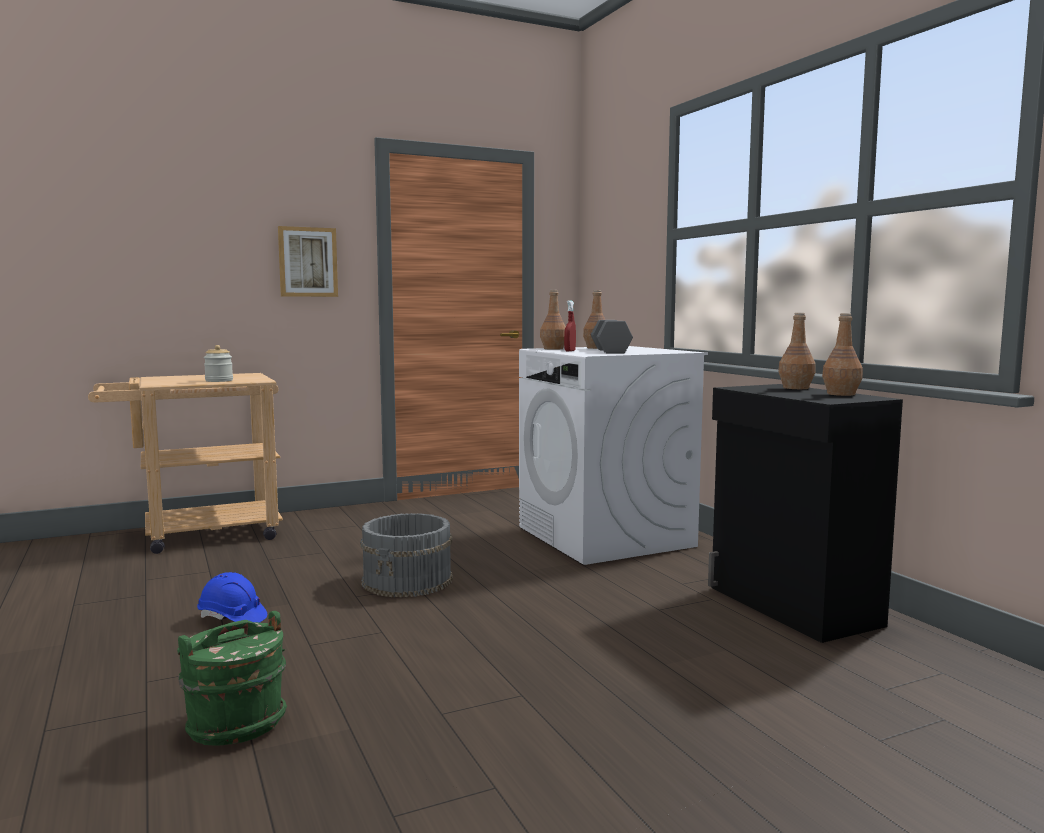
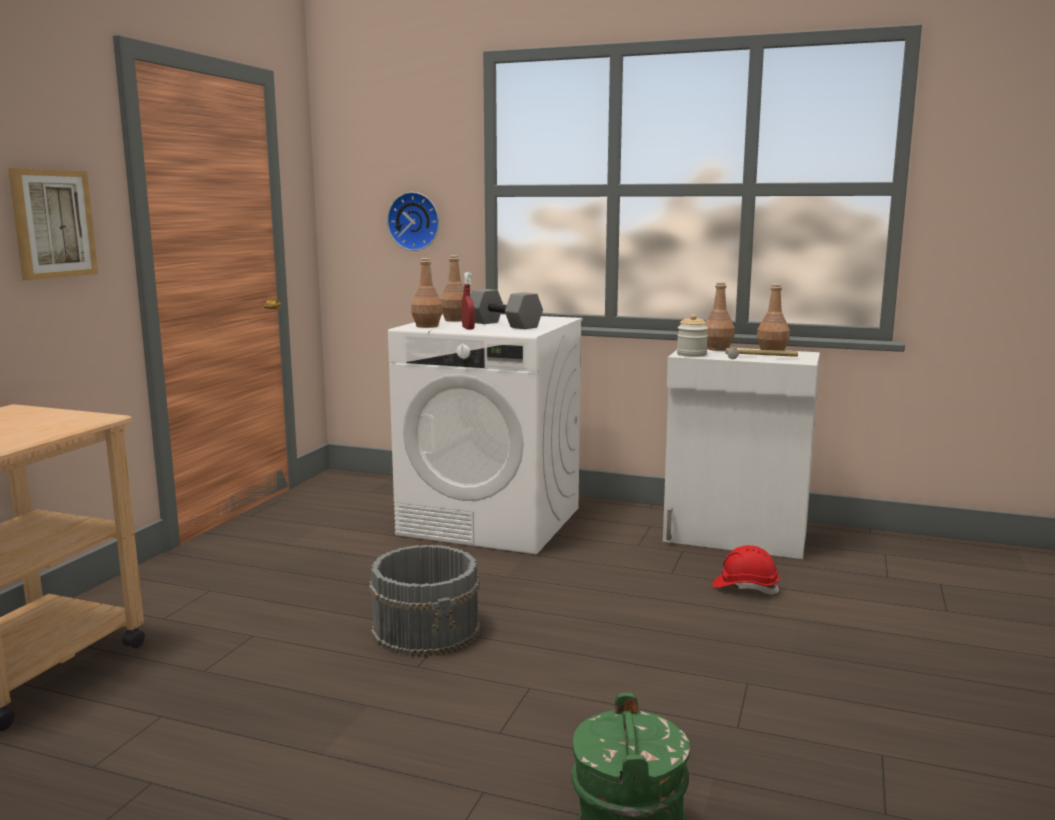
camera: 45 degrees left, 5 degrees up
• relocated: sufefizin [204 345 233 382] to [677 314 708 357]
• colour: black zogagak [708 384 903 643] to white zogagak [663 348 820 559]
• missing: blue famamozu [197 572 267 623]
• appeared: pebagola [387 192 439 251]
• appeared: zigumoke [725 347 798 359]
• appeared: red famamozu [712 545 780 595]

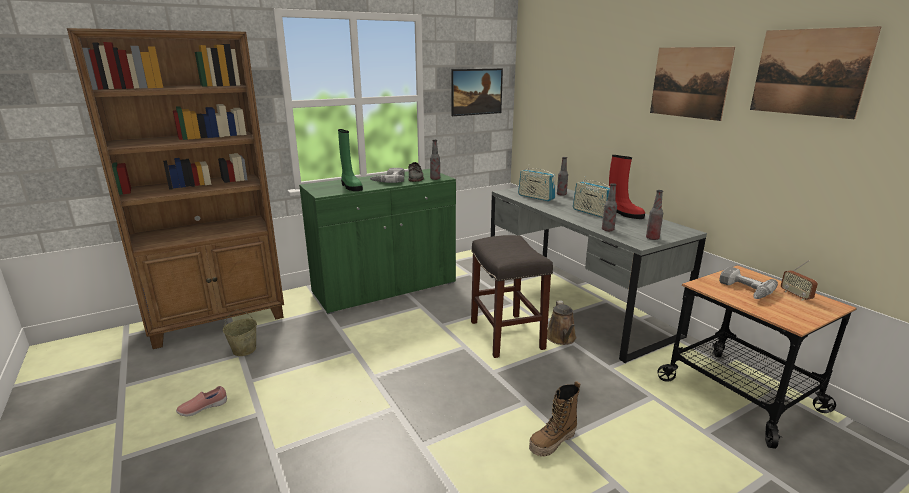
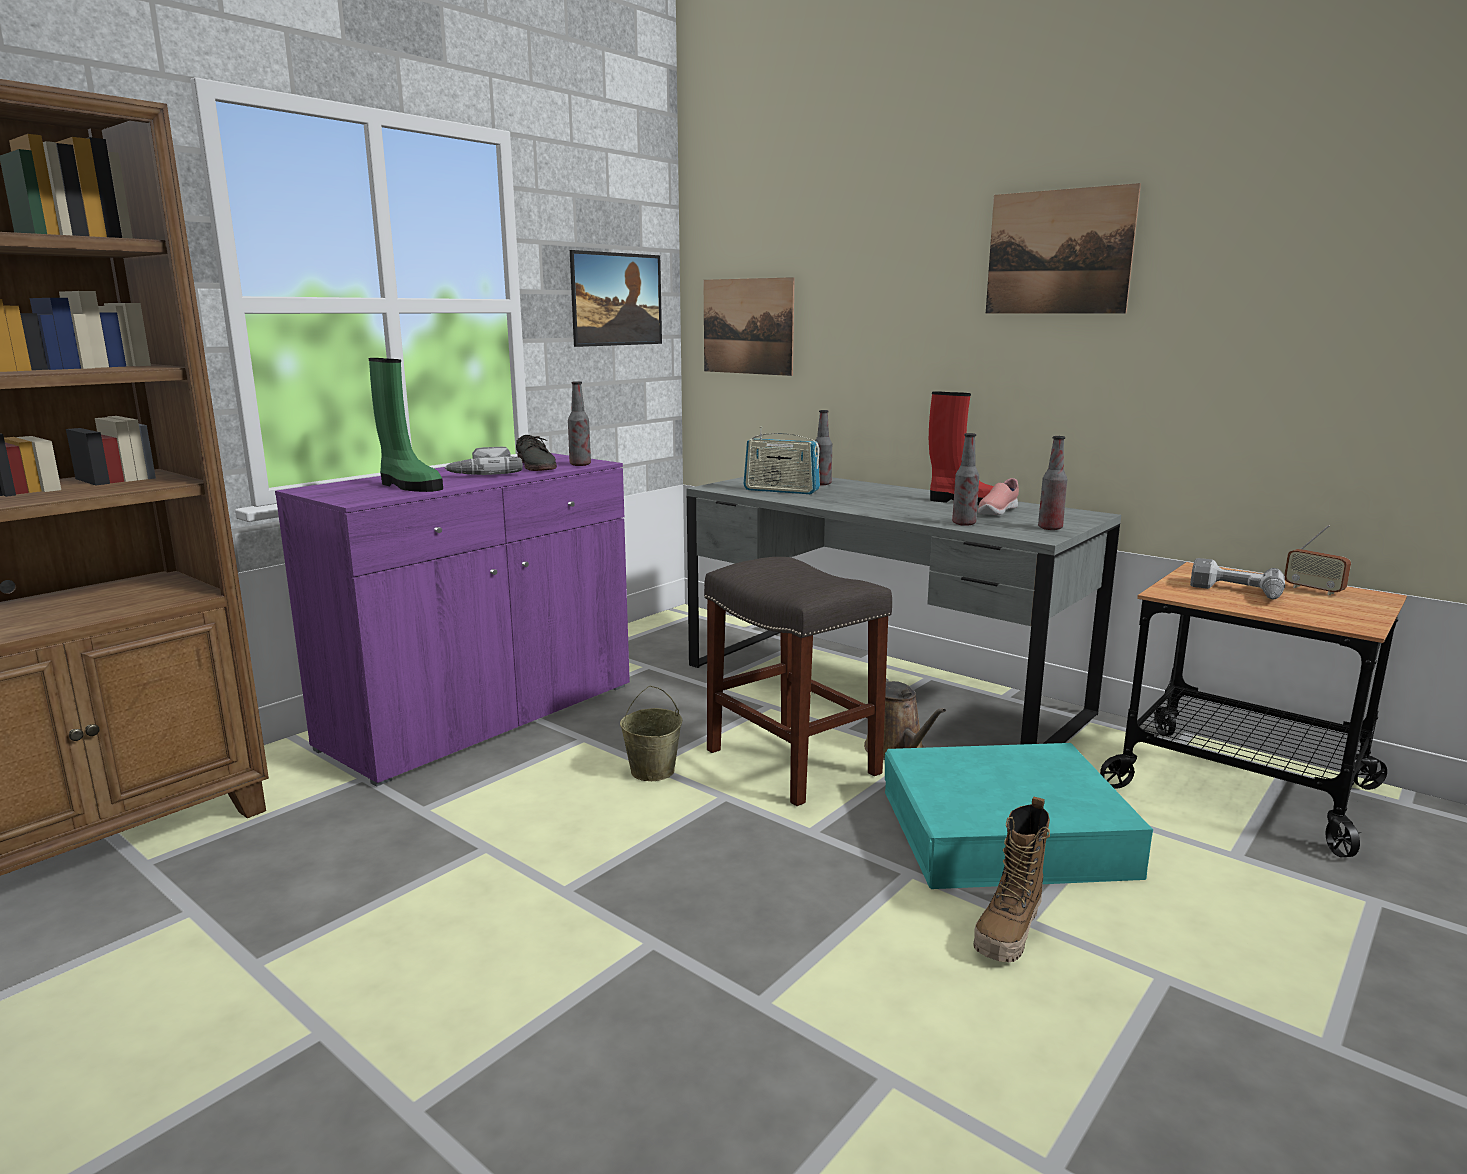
camera: 20 degrees left, 5 degrees down
• relocated: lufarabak [750 26 882 119] to [703 277 795 376]
• colour: green zogagak [299 169 456 314] to purple zogagak [275 453 630 787]
• missing: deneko [573 176 610 218]
• relocated: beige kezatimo [223 309 257 356] to [620 686 682 781]
• relocated: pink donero [176 386 227 416] to [978 478 1019 515]
• appeared: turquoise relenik [885 743 1153 889]

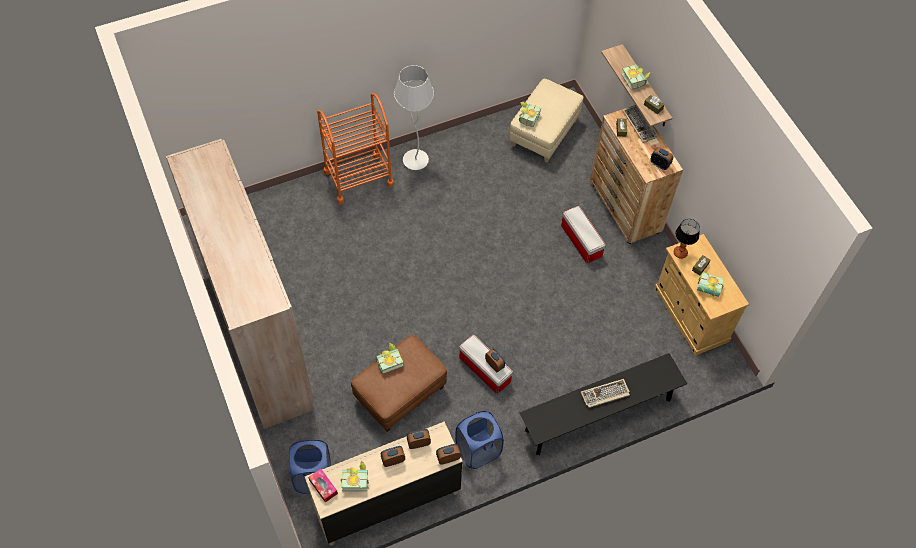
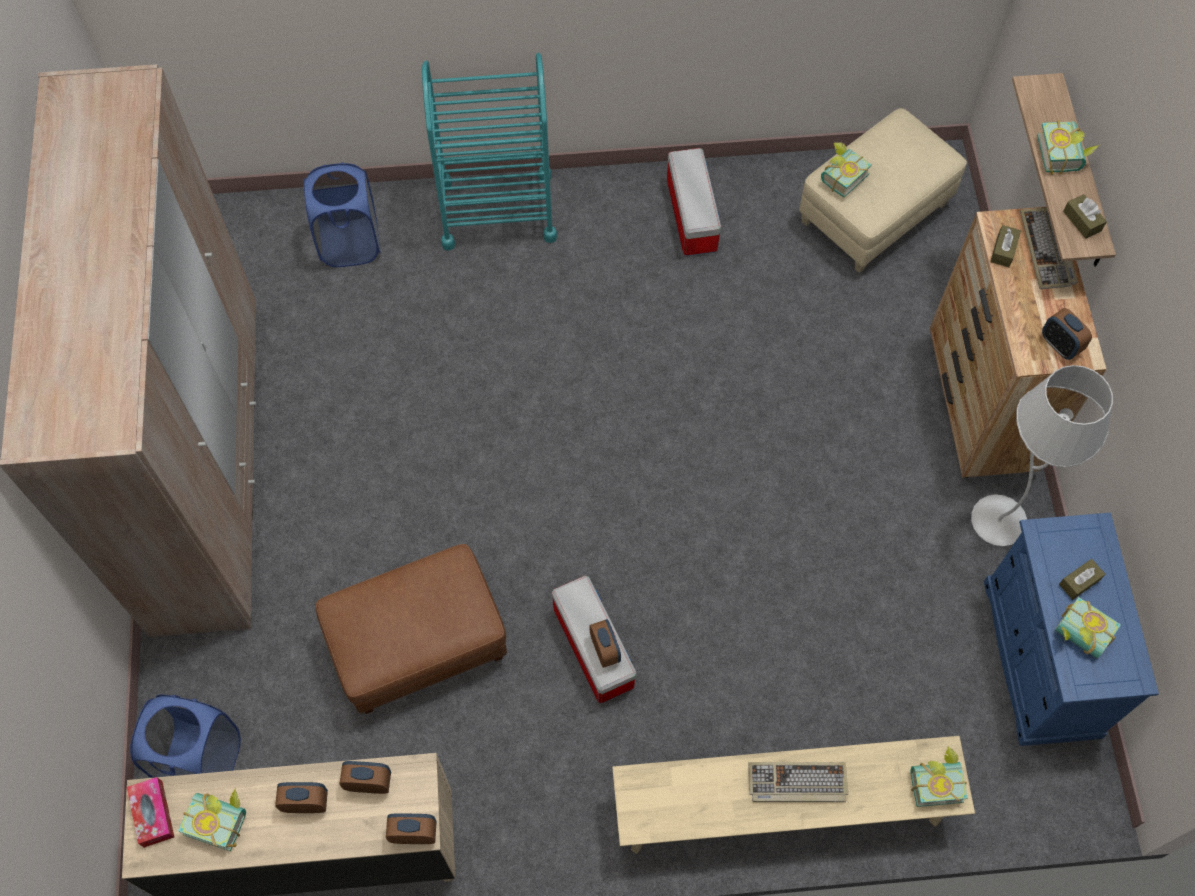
camera: 20 degrees right, 5 degrees up
• relocated: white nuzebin [394 65 434 170] to [971 365 1113 546]
• colour: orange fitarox [317 93 394 204] to turquoise fitarox [422 53 557 251]
• relocated: relenik [561 206 606 264] to [667 148 721 257]
• missing: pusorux [674 219 700 259]
• colour: beige zogagak [654 234 749 355] to blue zogagak [984 513 1159 746]
• relocated: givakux [376 343 404 374] to [910 746 968 807]
• colour: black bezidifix [520 353 687 455] to beige bezidifix [612 736 975 854]
• relocated: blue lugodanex [455 411 504 469] to [303 163 381 267]

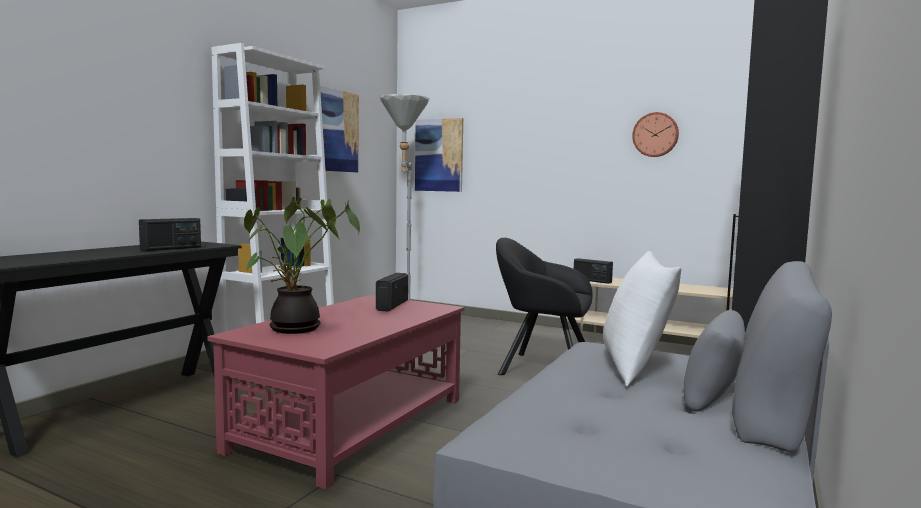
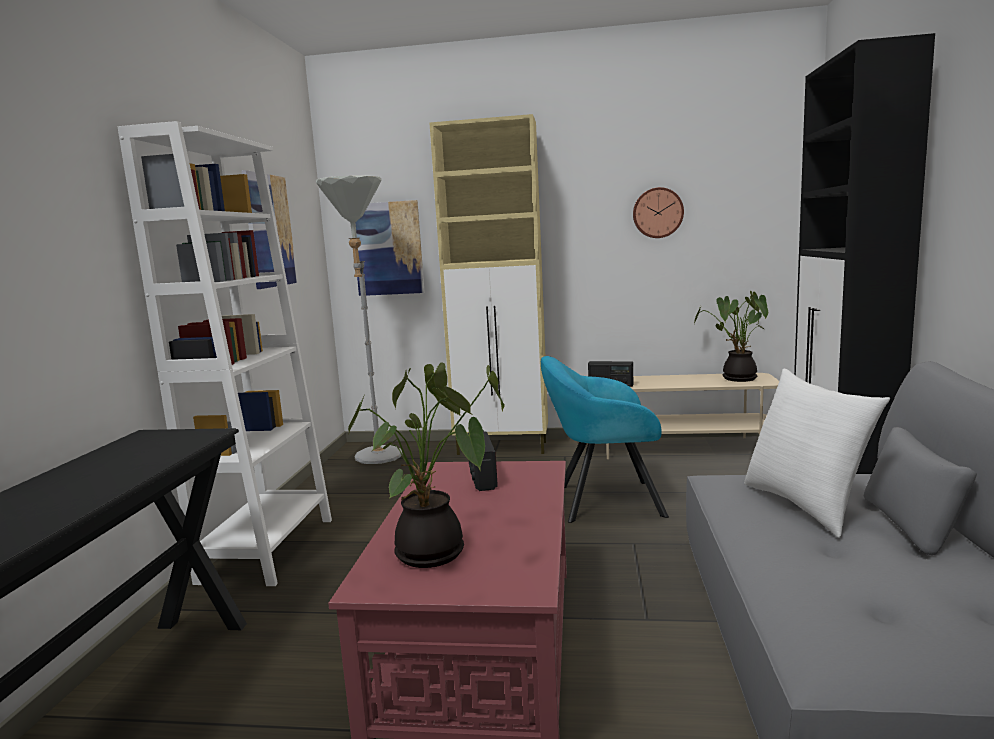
camera: 20 degrees left, 5 degrees up
• missing: deneko [139 218 201 251]
• colour: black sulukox [496 238 593 375] to turquoise sulukox [541 356 669 523]
• appeared: beige zogagak [429 114 548 455]
• appeared: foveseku [694 291 768 382]

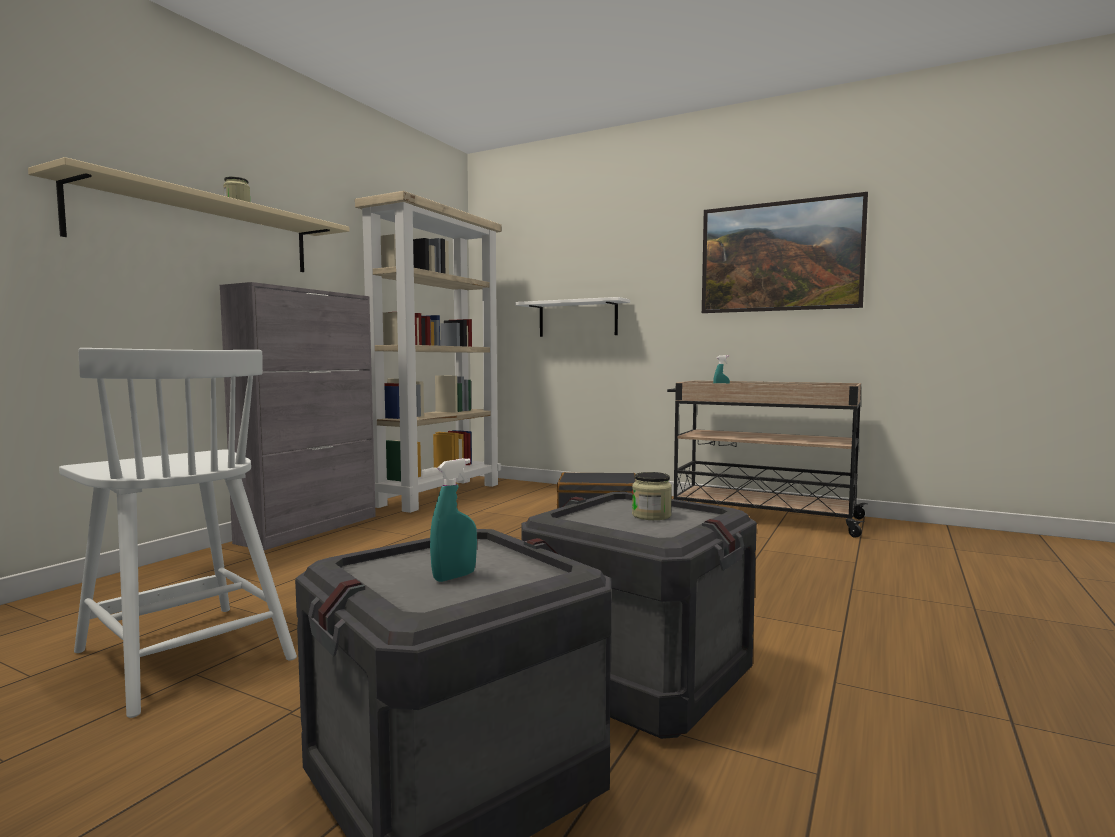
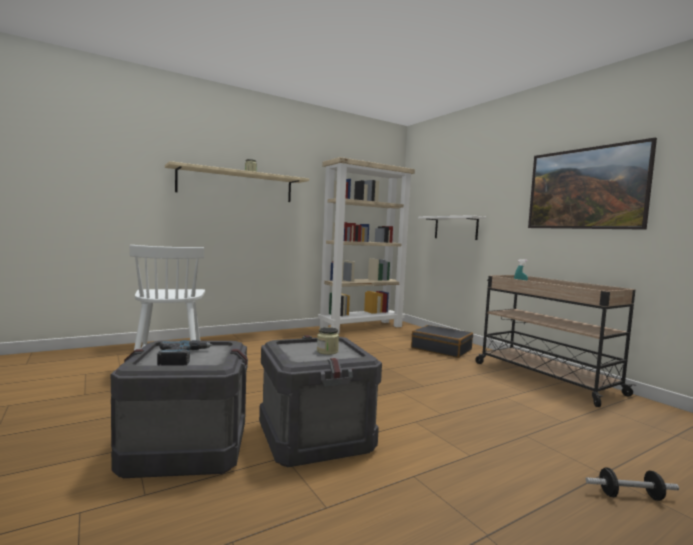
camera: 30 degrees right, 0 degrees up
• missing: grey zogagak [220 282 376 550]
• exchanged: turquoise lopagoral [430 458 477 582] to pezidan [157 340 212 366]
• appeared: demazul [586 467 679 501]

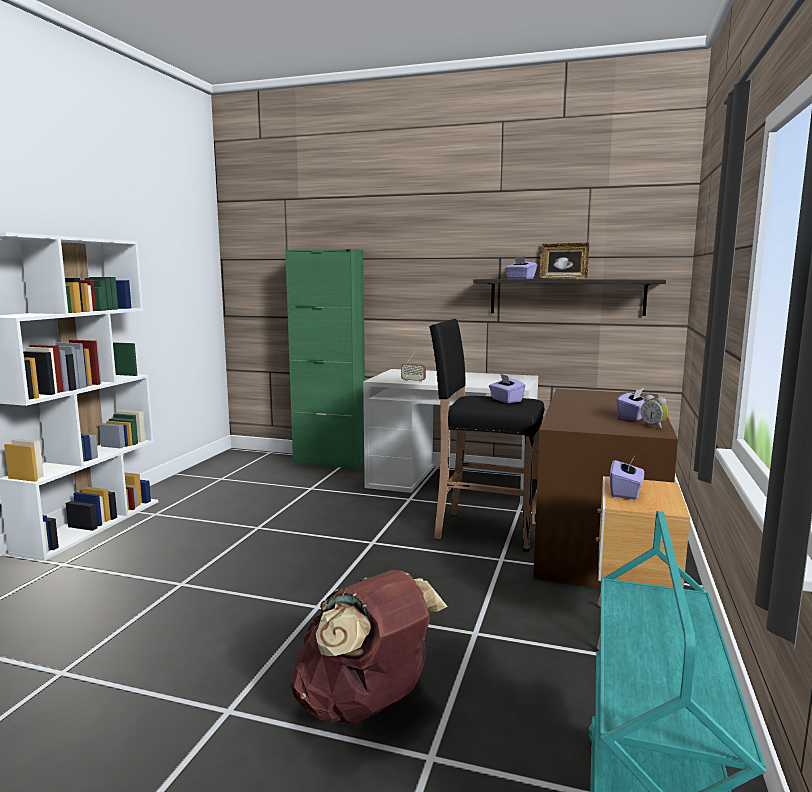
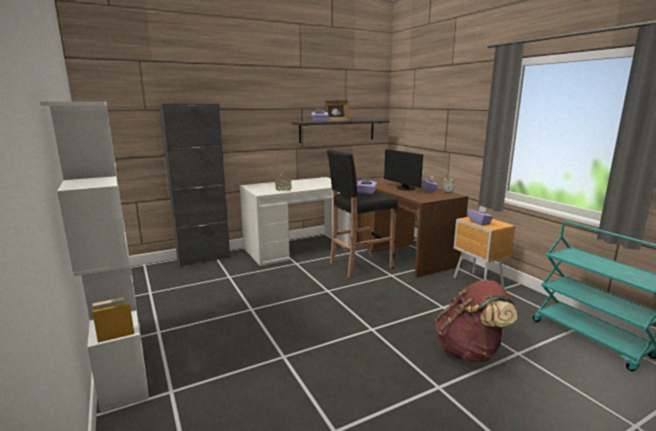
camera: 45 degrees left, 5 degrees up
• colour: green zogagak [285 249 365 470] to black zogagak [160 104 230 267]
• appeared: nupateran [384 149 423 190]

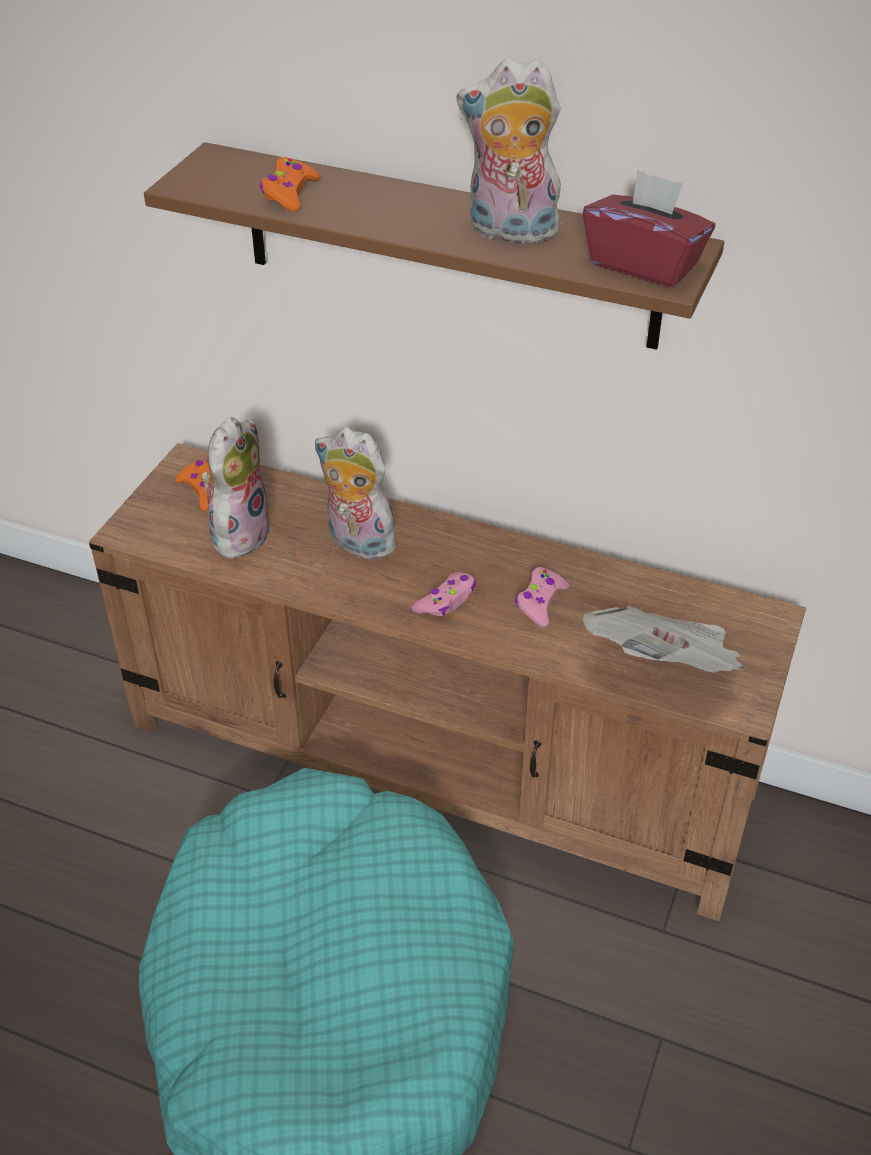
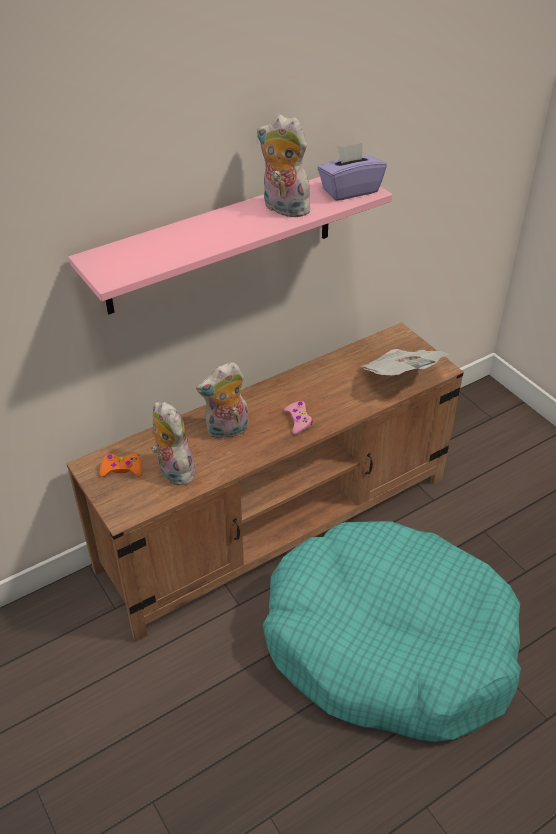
camera: 55 degrees left, 0 degrees up
• spun: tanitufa [457 58 566 248] = [257 115 311 217] 75 degrees clockwise
• colour: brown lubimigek [144 142 724 350] to pink lubimigek [68 177 392 314]
• missing: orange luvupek [260 157 320 212]
• colour: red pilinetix [583 170 715 287] to purple pilinetix [318 142 387 201]
• missing: pink luvupek [515 567 569 627]

